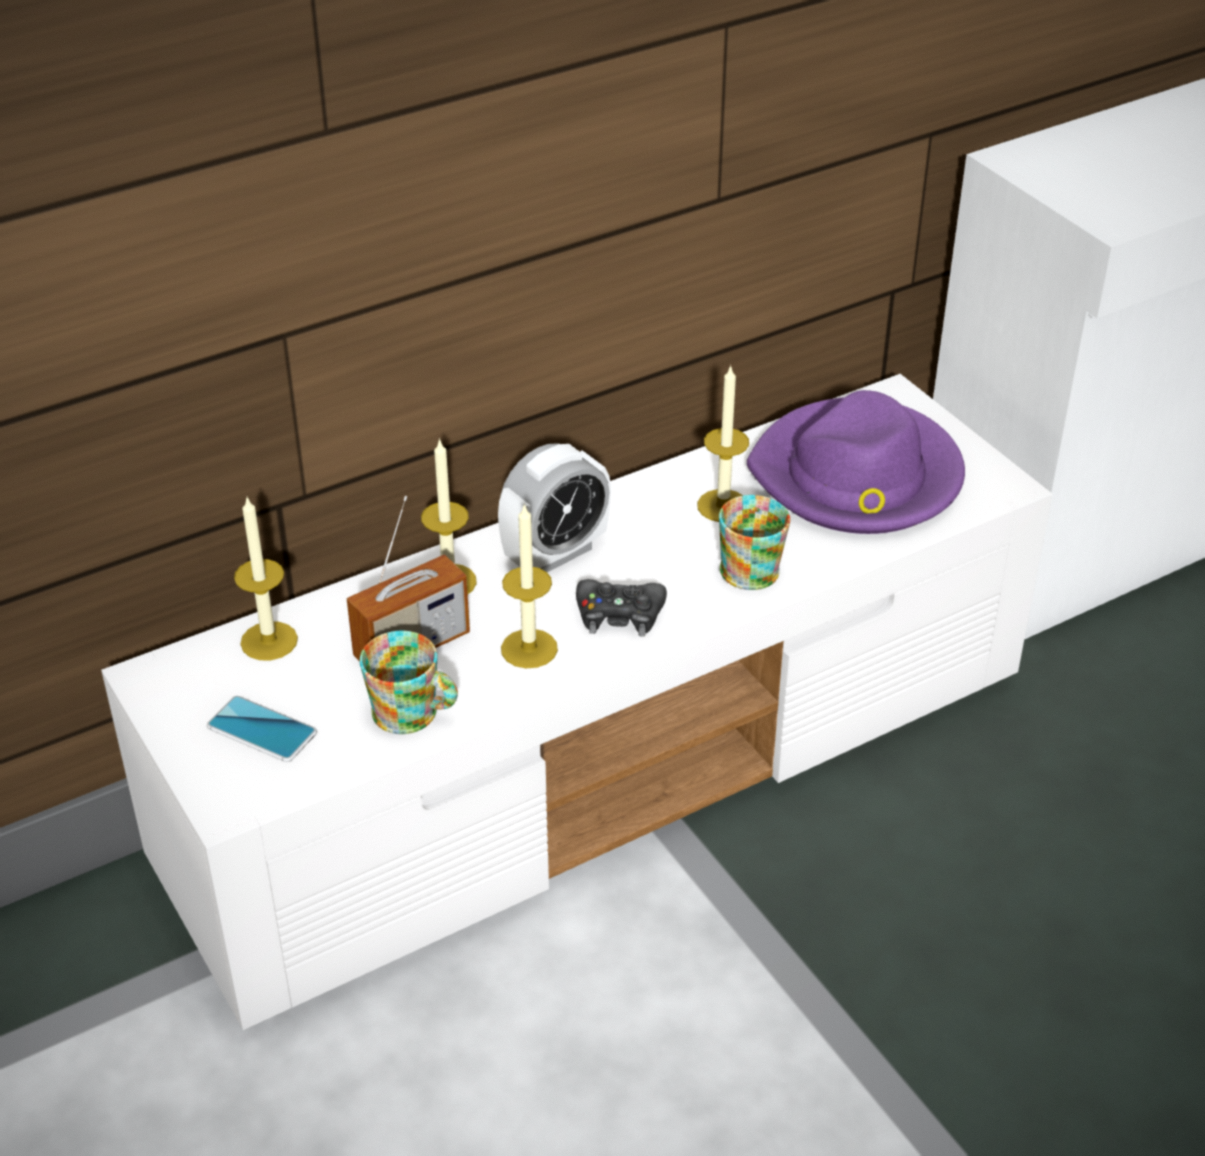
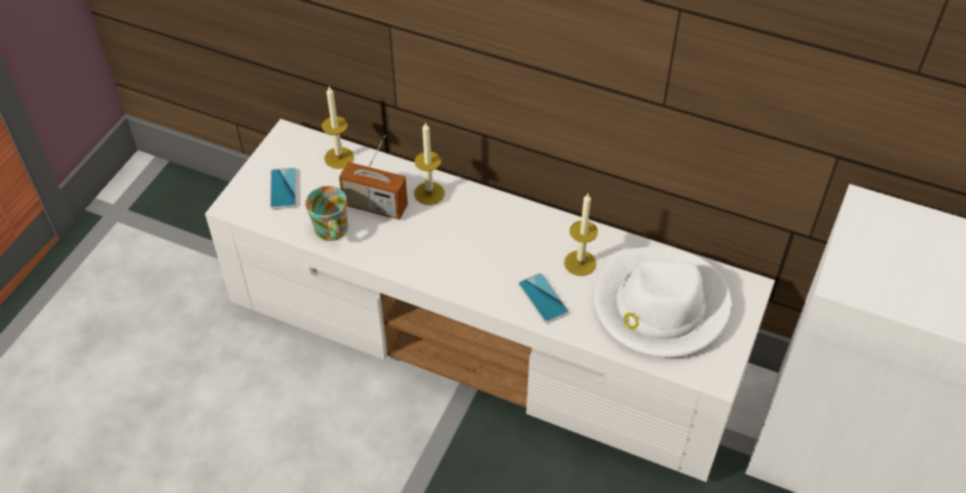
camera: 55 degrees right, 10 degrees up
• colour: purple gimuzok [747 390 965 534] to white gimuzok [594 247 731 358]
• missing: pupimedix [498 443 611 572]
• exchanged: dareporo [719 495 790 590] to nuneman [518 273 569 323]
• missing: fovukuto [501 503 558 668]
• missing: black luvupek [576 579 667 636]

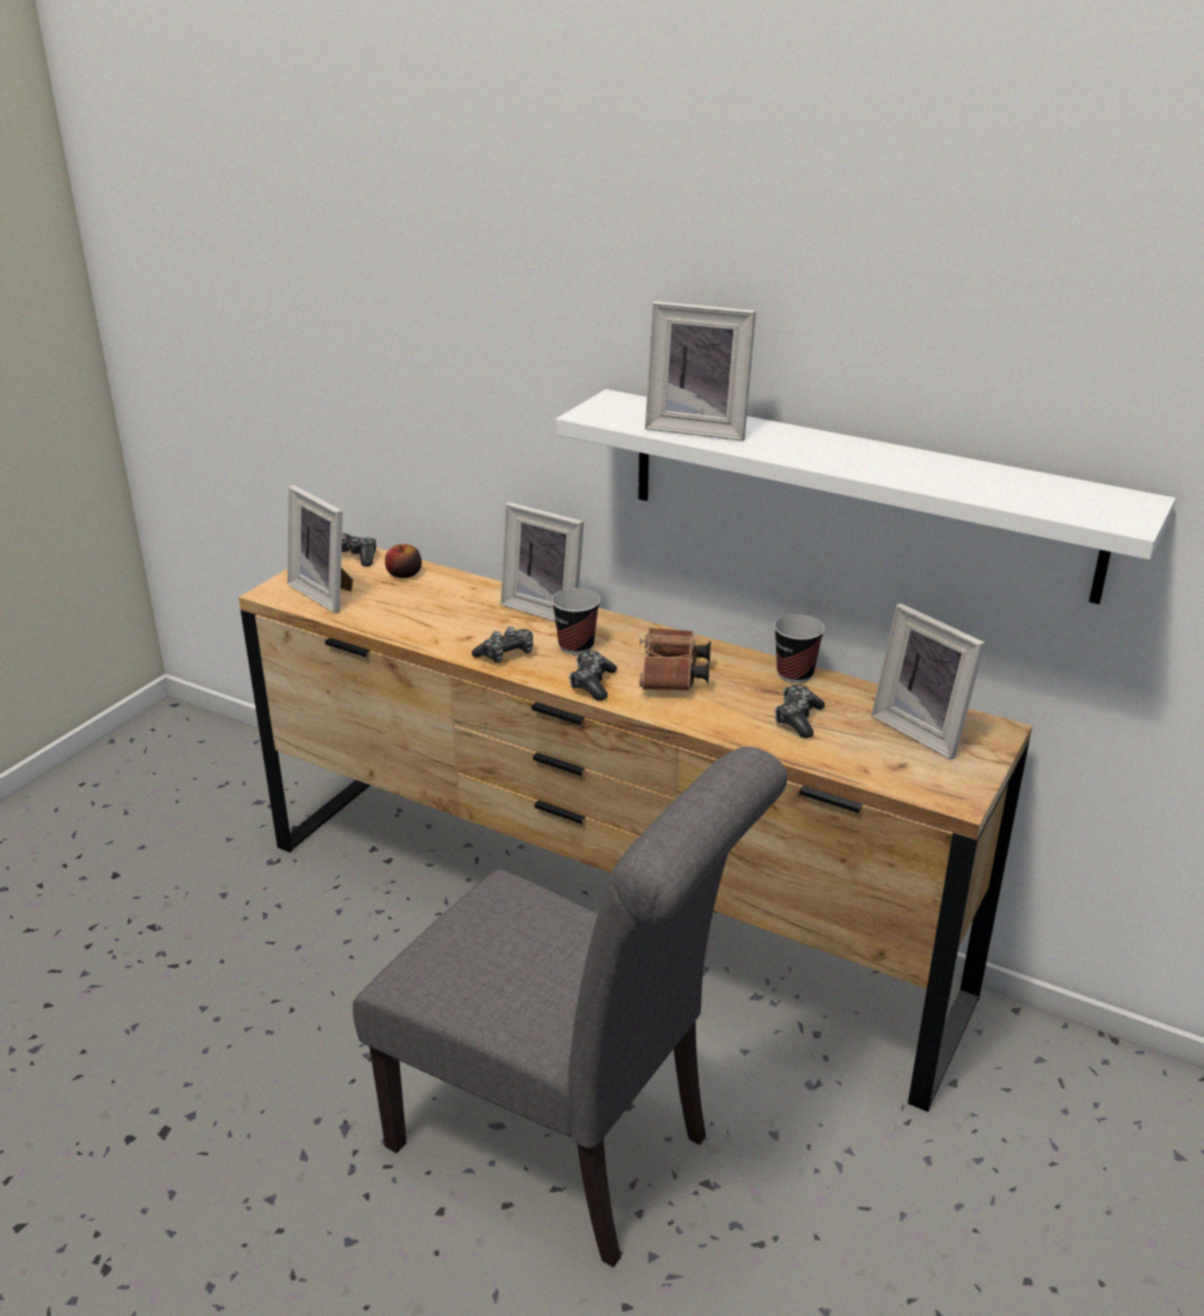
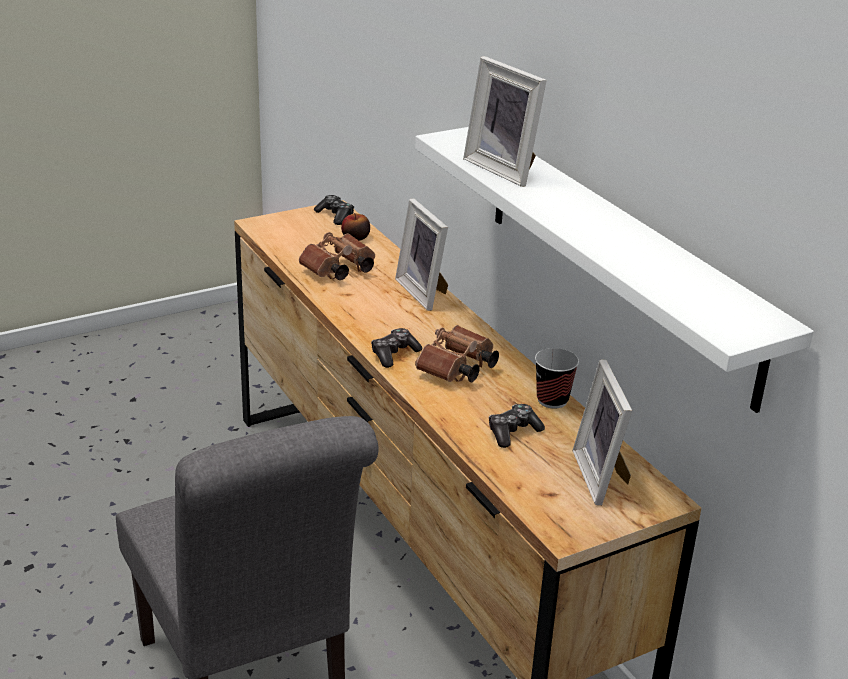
camera: 30 degrees right, 0 degrees up
• missing: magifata [287 485 353 613]
• missing: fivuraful [552 588 600 654]
• missing: luvupek [472 627 533 663]
• appeared: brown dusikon [299 232 375 280]

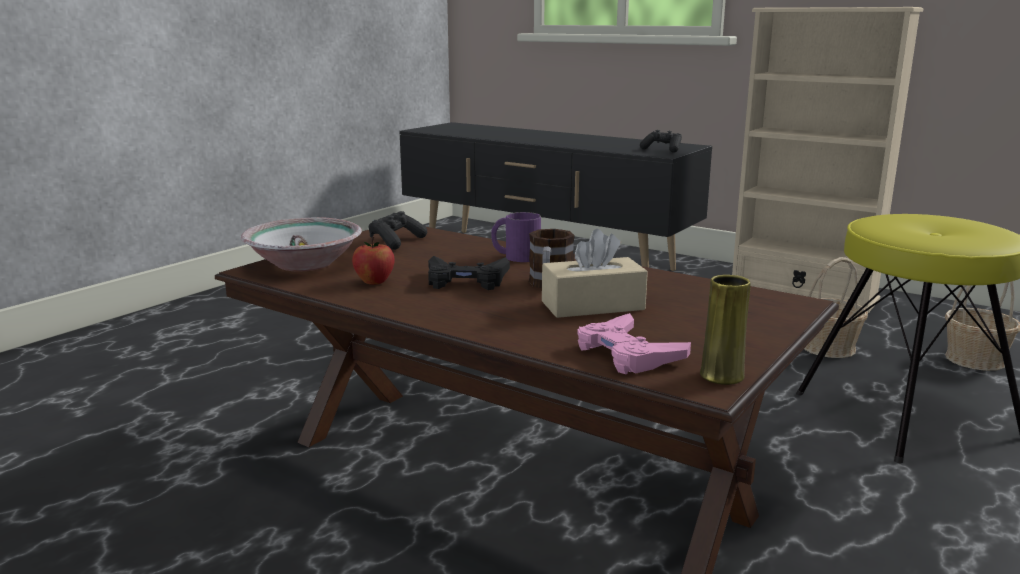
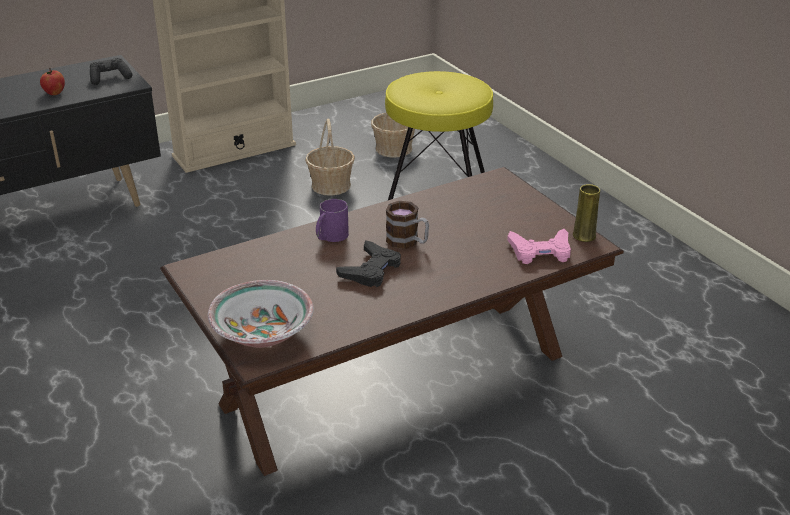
camera: 65 degrees left, 15 degrees up
• missing: black luvupek [369 211 427 250]
• missing: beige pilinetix [542 229 648 318]
• relocated: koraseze [352 237 395 285] to [40 68 65 95]

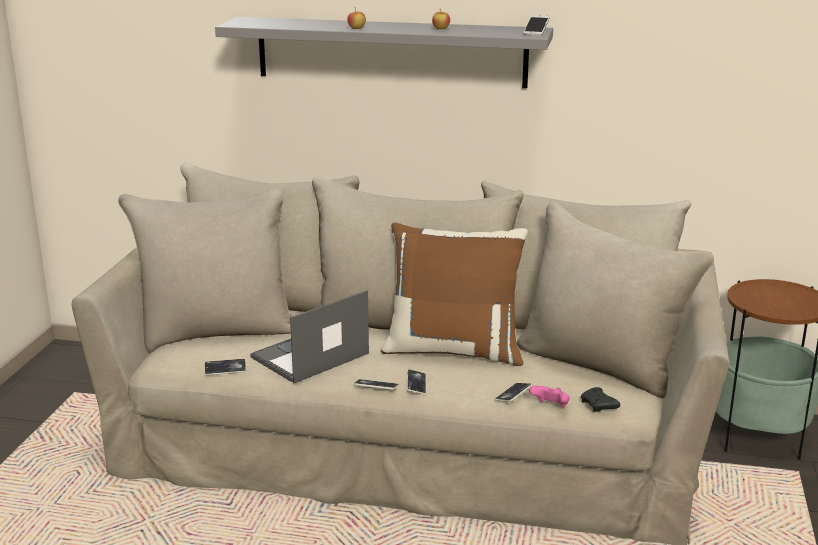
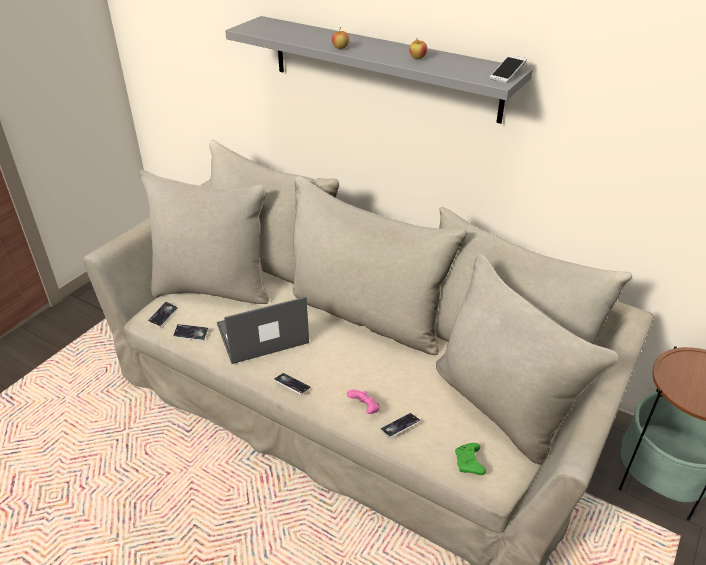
camera: 20 degrees right, 15 degrees up
• missing: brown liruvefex [381 222 528 366]
• relocated: nuneman [407 370 426 395] to [148 302 178 327]
• relocated: pink luvupek [529 386 570 407] to [347 390 380 414]
• colour: black luvupek [581 387 620 412] to green luvupek [455 443 486 475]

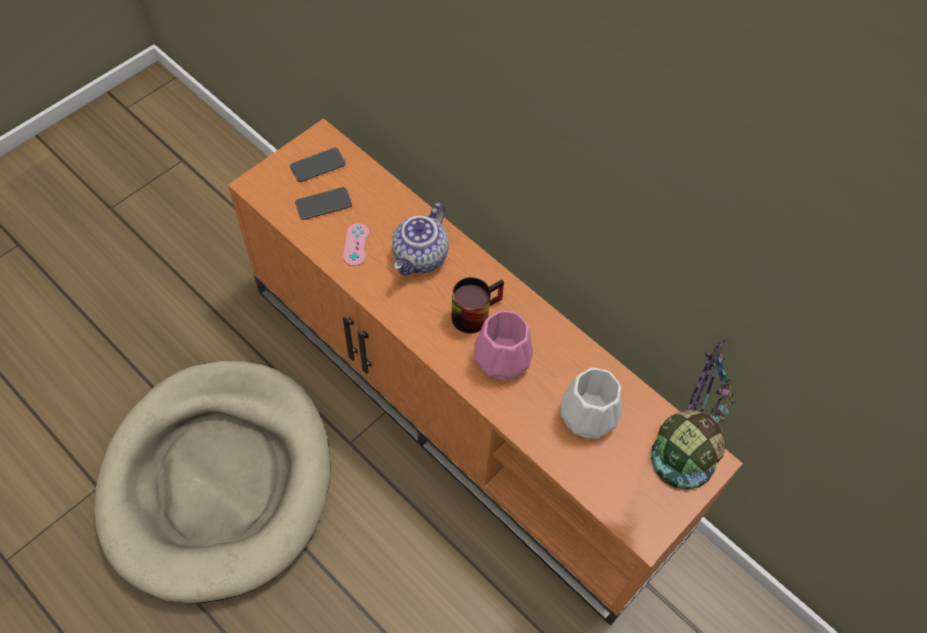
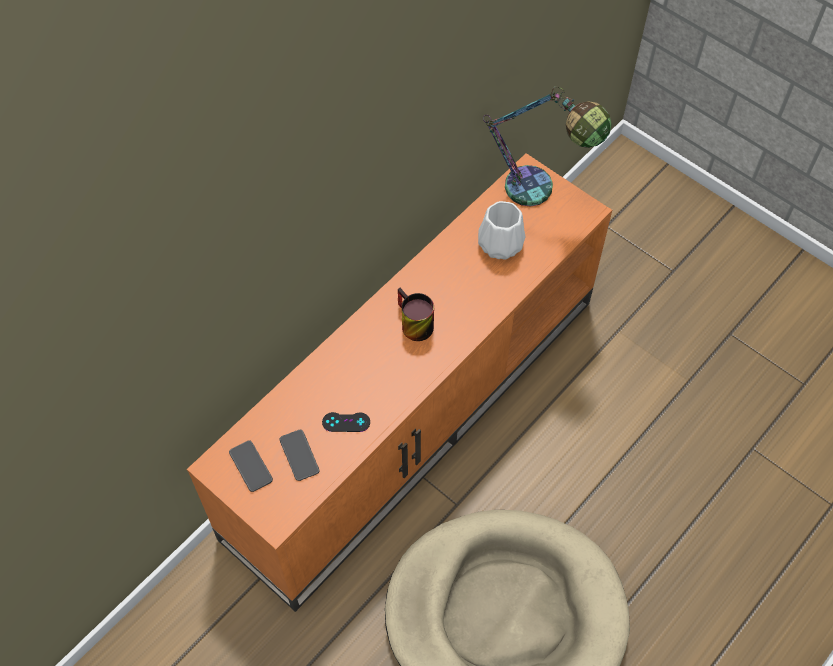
camera: 90 degrees left, 0 degrees up
• missing: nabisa [392 203 449 275]
• colour: pink luvupek [343 223 369 266] to black luvupek [322 412 370 432]
• missing: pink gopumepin [474 310 533 381]

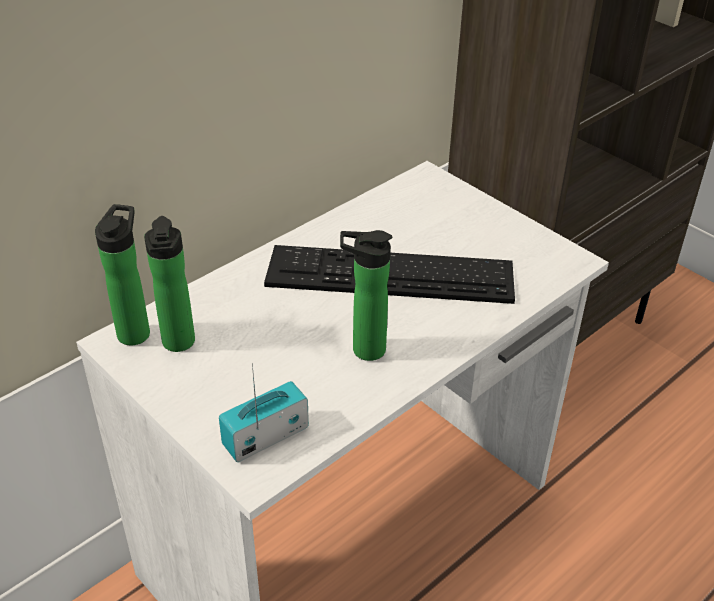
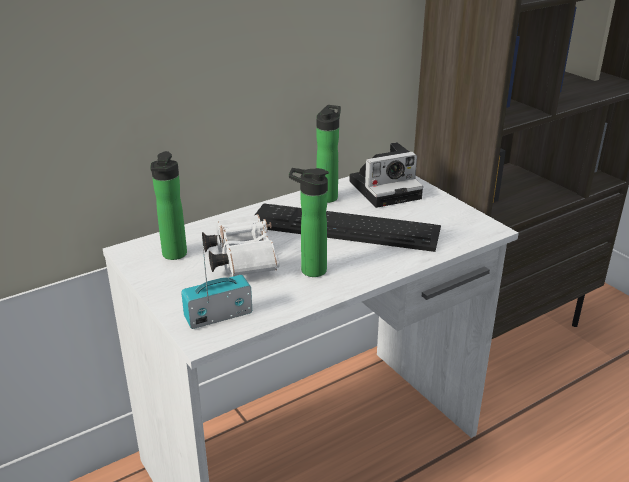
camera: 10 degrees right, 10 degrees down
• relocated: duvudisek [95 204 150 345] to [316 105 341 203]
• appeared: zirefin [349 142 423 208]
• appeared: white dusikon [202 214 279 276]

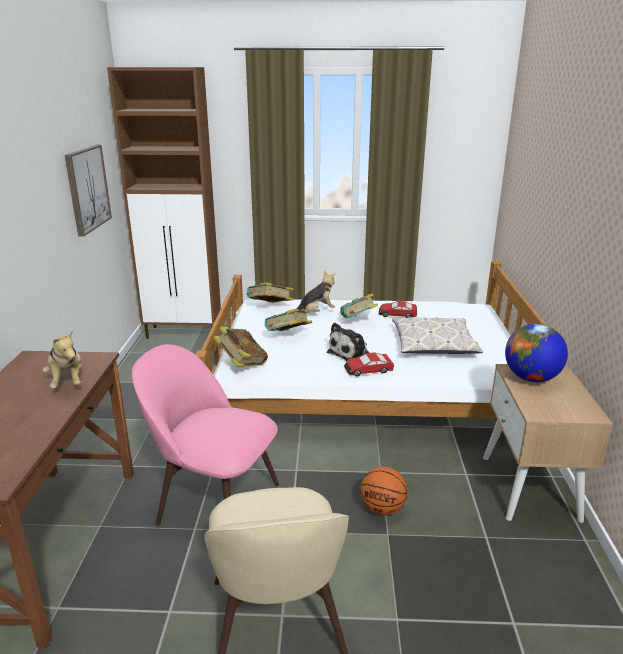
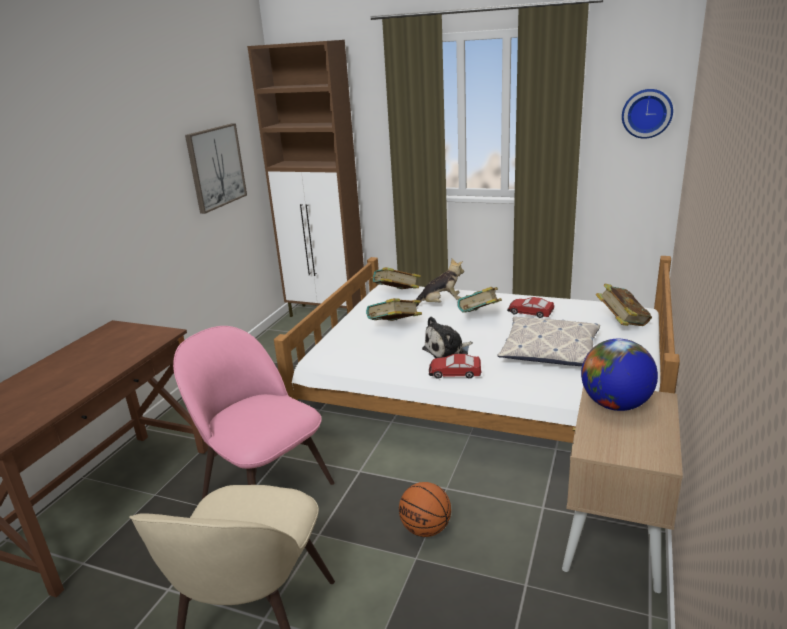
camera: 20 degrees right, 0 degrees up
• relocated: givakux [213 326 268 367] to [596 284 652 326]
• missing: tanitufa [42 330 81 388]
• appeared: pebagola [622 89 673 139]

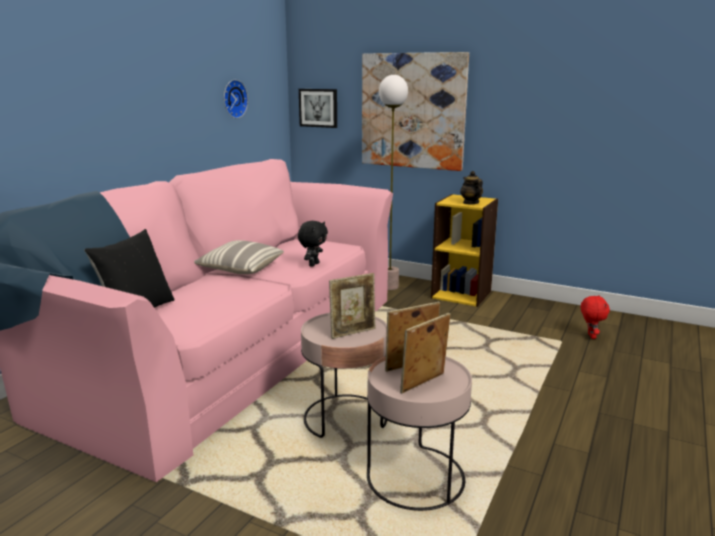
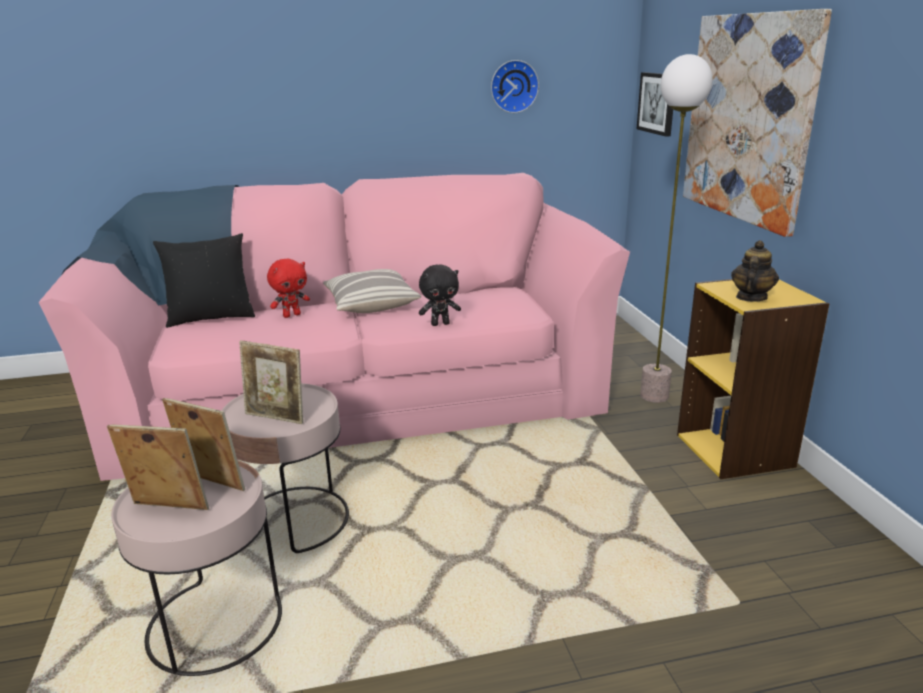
camera: 50 degrees right, 5 degrees up
• relocated: red tanitufa [581 295 610 339] to [267 259 310 318]

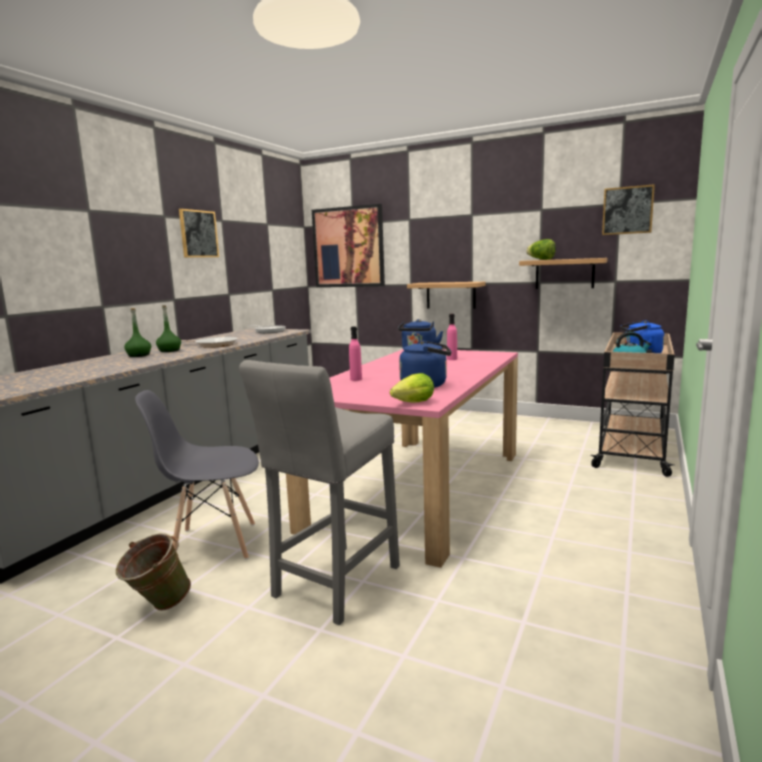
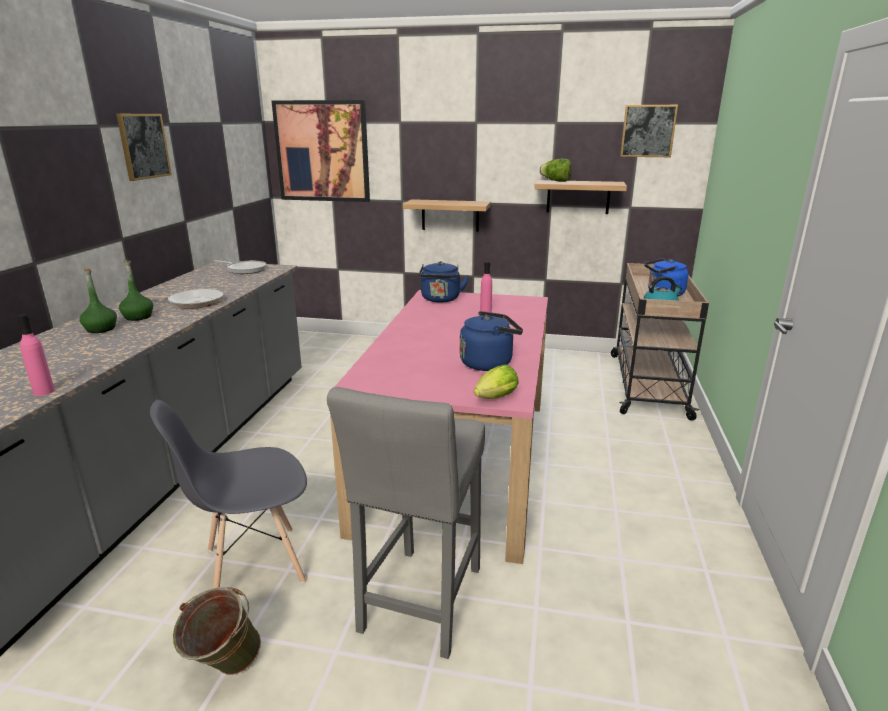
camera: 15 degrees left, 10 degrees up
• relocated: pink duvudisek [349 326 362 381] to [17 314 55 396]

